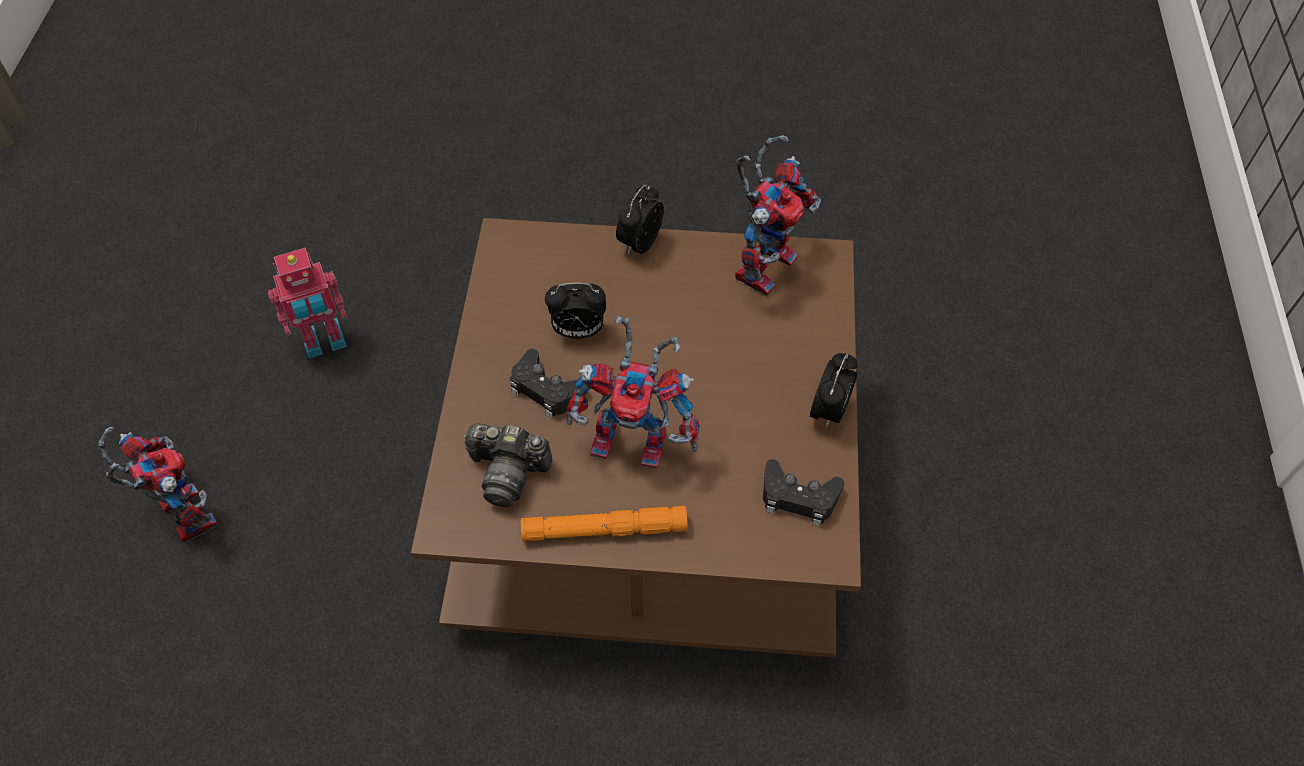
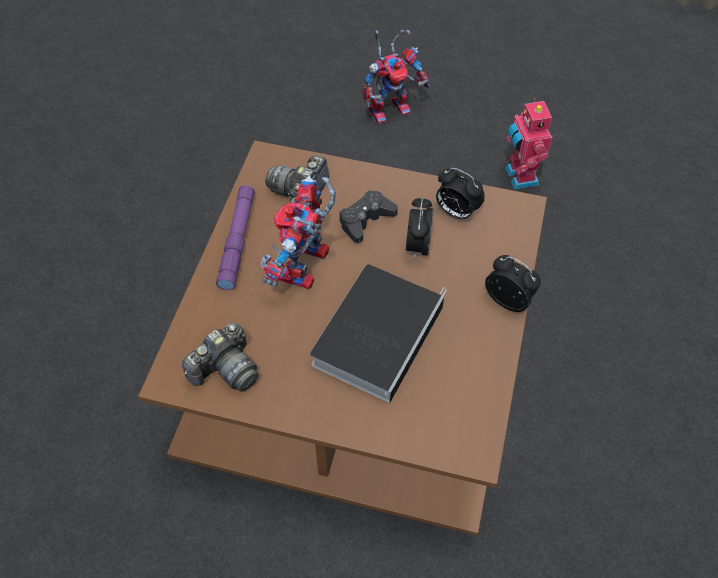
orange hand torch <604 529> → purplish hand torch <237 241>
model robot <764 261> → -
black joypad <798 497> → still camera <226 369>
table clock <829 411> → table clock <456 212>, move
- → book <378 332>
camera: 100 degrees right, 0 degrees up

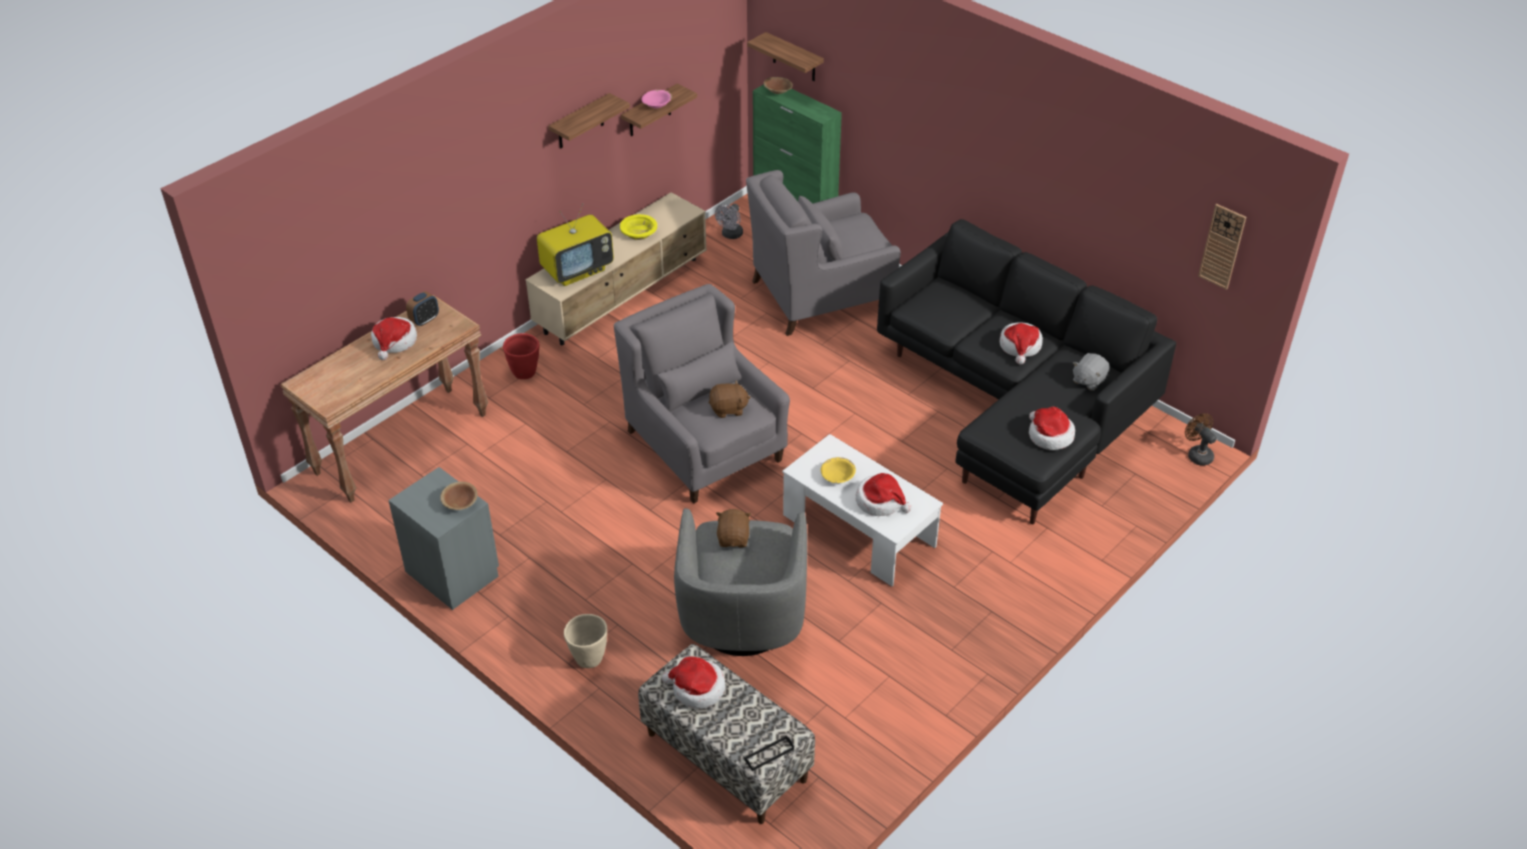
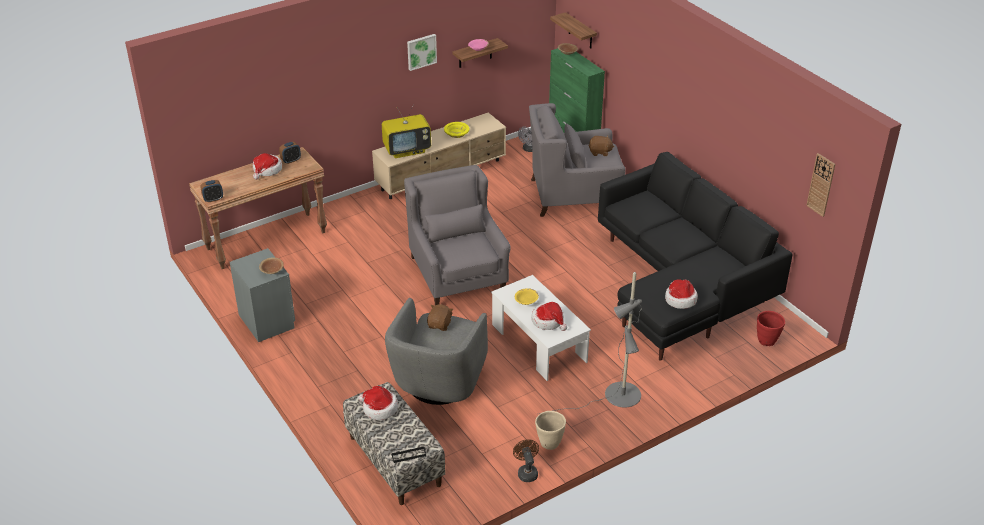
red-coloured plant pot <525 373> → red-coloured plant pot <767 341>, move
wall shelf <580 122> → wall picture <421 51>
beige-coloured plant pot <588 659> → beige-coloured plant pot <549 443>, move
brownish cuddly toy <728 409> → brownish cuddly toy <600 152>, move
clothing hat <1020 347> → -
greyish cuddly toy <1088 380> → -
brownish electric fan <1197 454> → brownish electric fan <526 472>, move
- → table clock <213 199>
- → greyish floor lamp <615 397>
camera: 15 degrees right, 5 degrees down

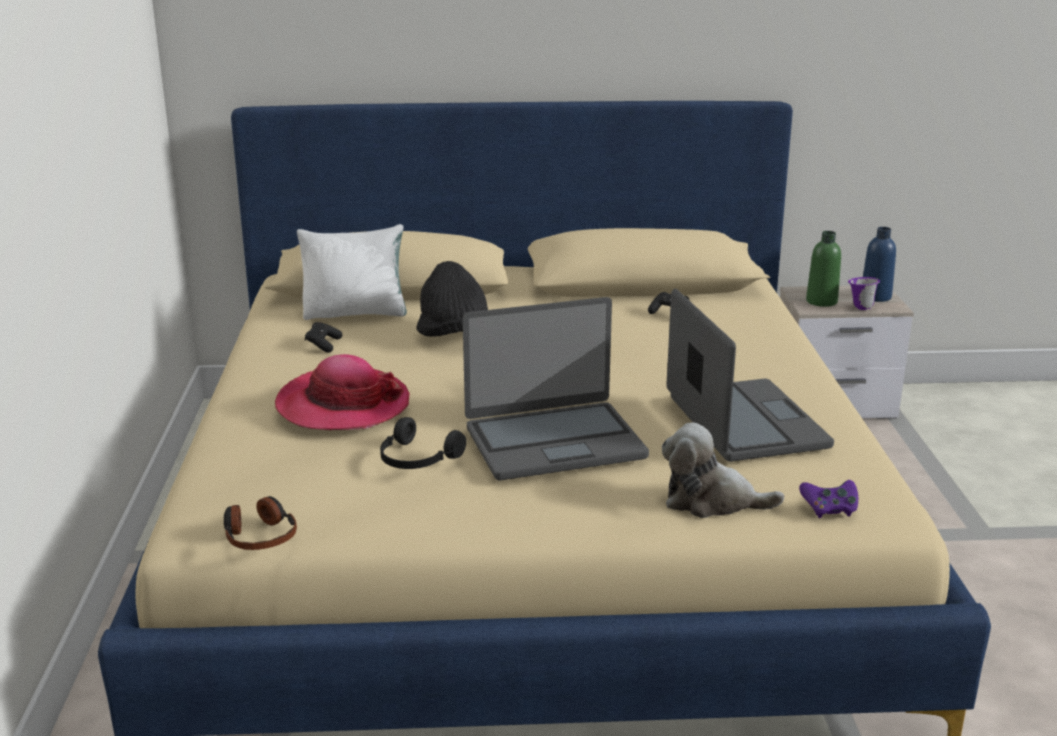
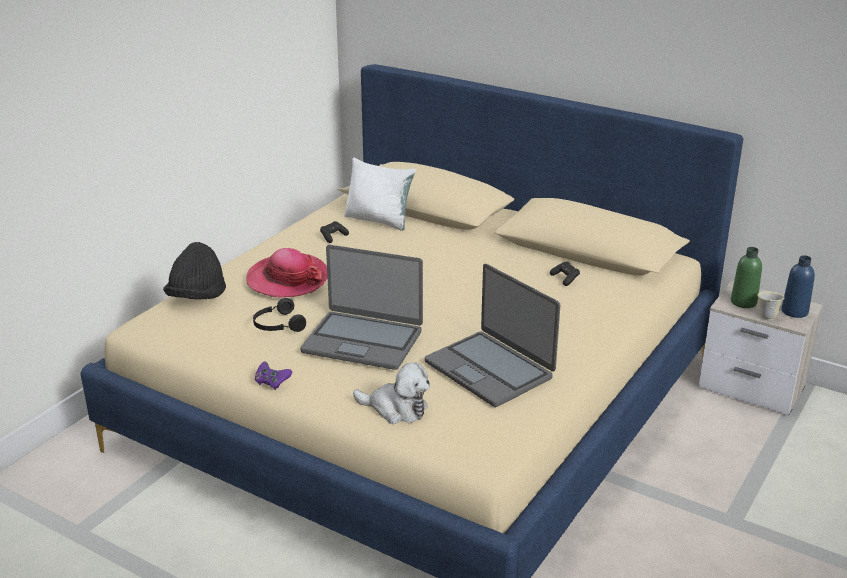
pair of headphones <259 536> → -
black clothing hat <455 337> → black clothing hat <197 298>, move
cuddly toy <711 501> → cuddly toy <396 409>, 150 degrees clockwise
notebook computer <744 423> → notebook computer <490 369>, 120 degrees clockwise
purplish joypad <829 510> → purplish joypad <272 383>, move
purplish tea mug <860 308> → beige-coloured tea mug <766 316>
camera: 35 degrees right, 5 degrees up

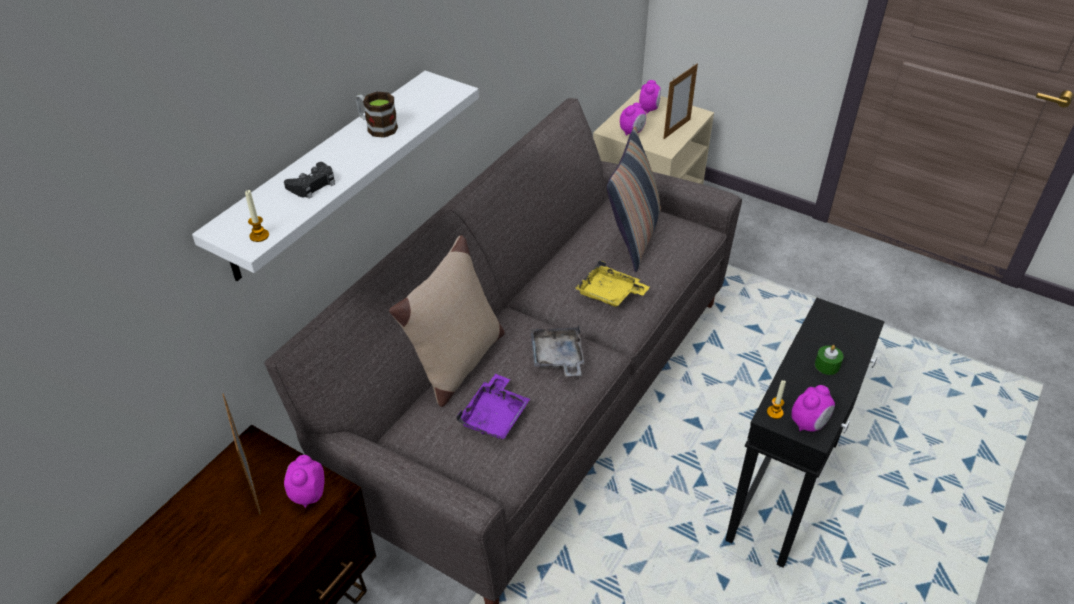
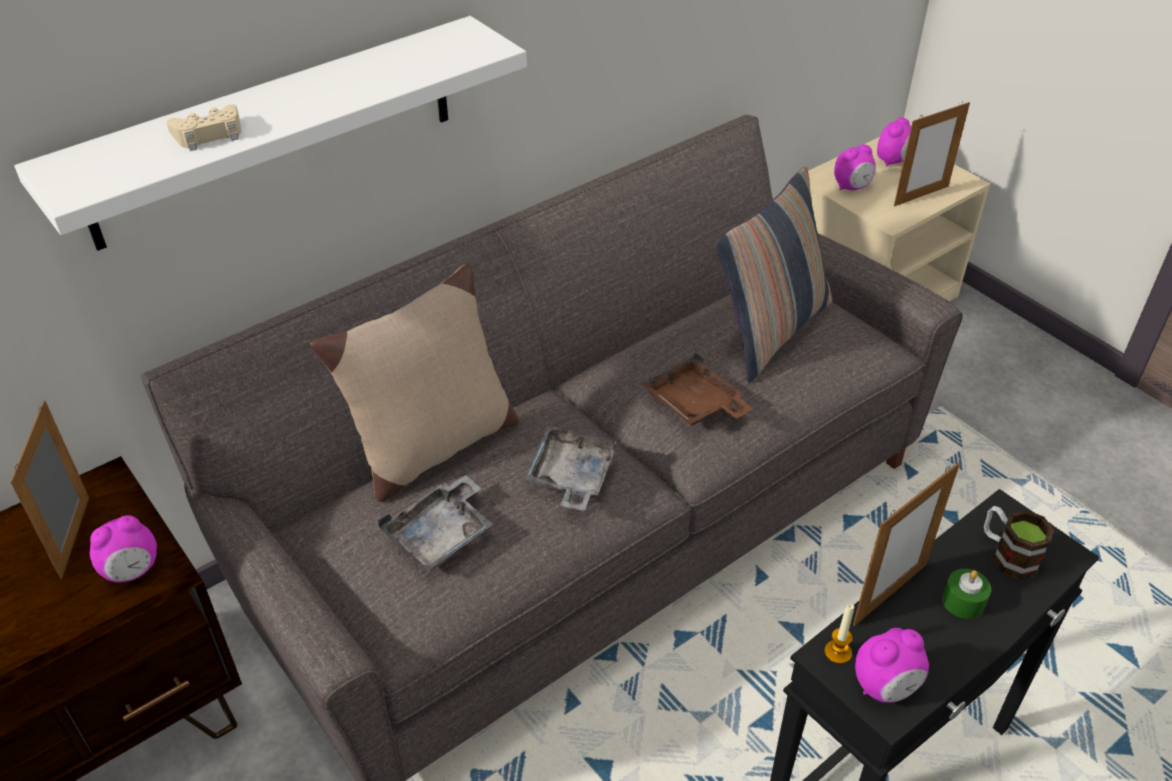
candle <259 236> → -
black joypad <312 185> → beige-coloured joypad <209 134>
table clock <308 494> → table clock <132 571>, 150 degrees counterclockwise
tea mug <377 127> → tea mug <1007 554>, move
purplish serving tray <495 416> → greyish serving tray <441 535>
yellowish serving tray <610 293> → brownish serving tray <695 404>
- → picture frame <890 594>
camera: 20 degrees right, 0 degrees up

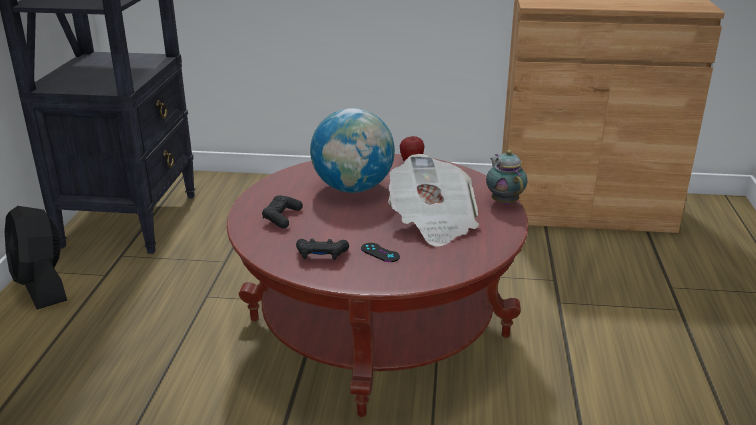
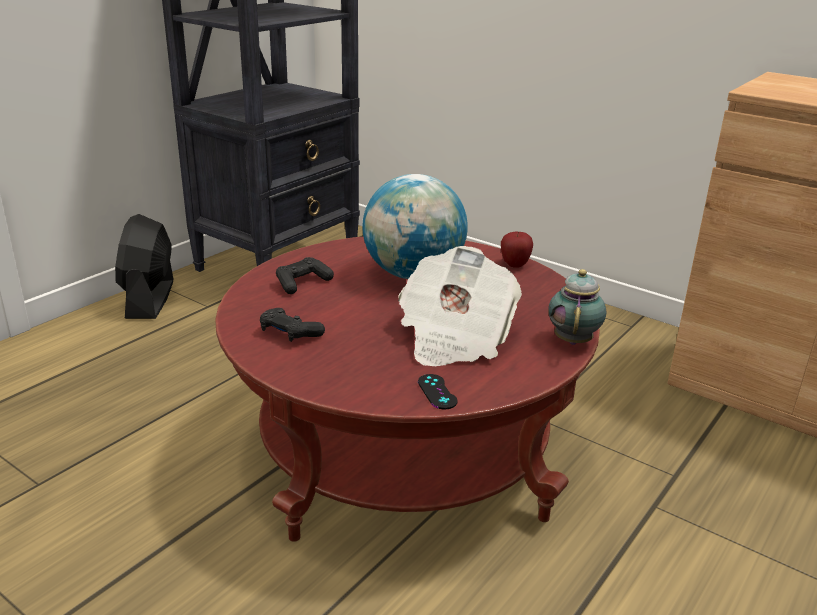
black joypad <380 253> → black joypad <437 392>, move
camera: 30 degrees right, 0 degrees up

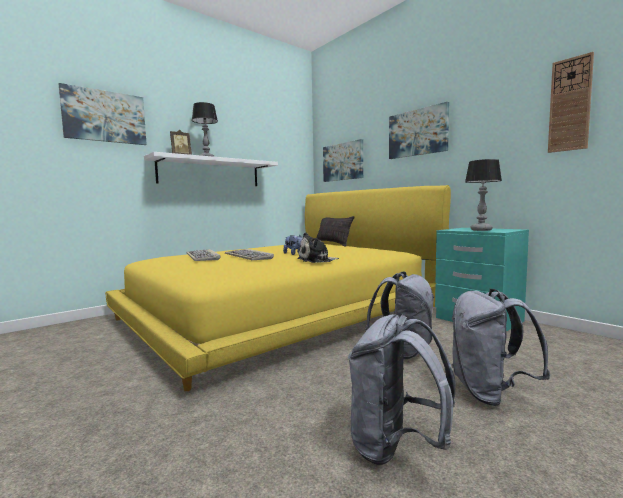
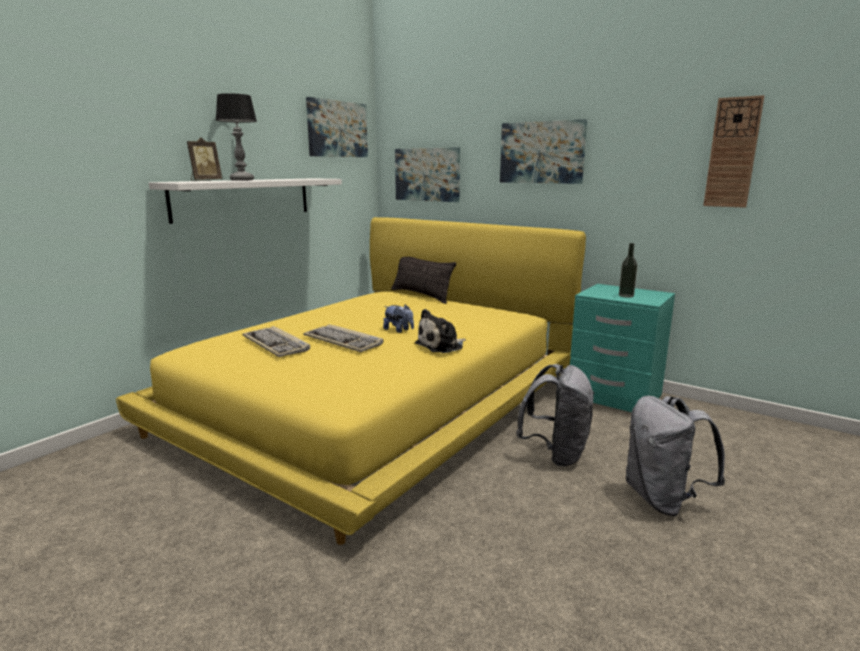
wall picture <105 116> → wall picture <337 129>, move
greyish rucksack <396 447> → -
tabletop lamp <480 230> → drink bottle <626 296>
camera: 15 degrees left, 10 degrees up

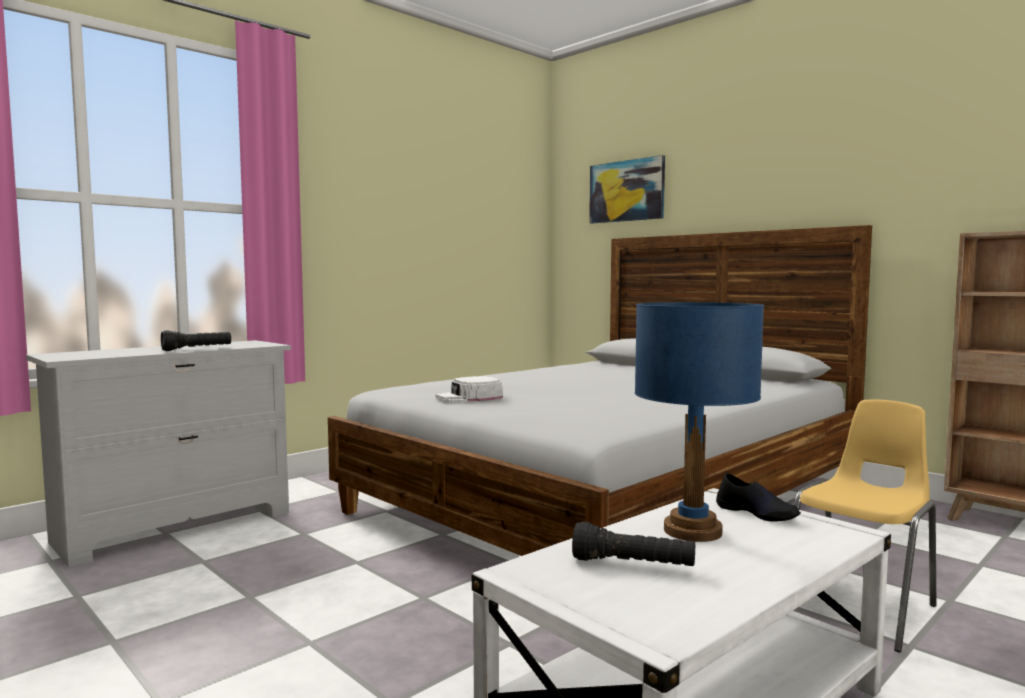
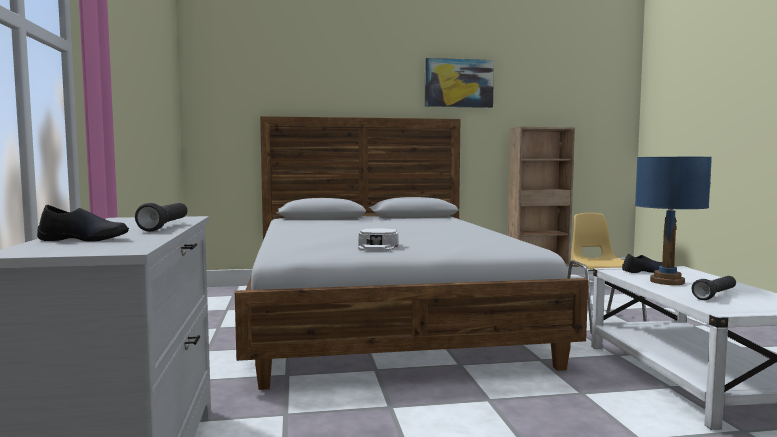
wall picture <626 191> → wall picture <458 83>, move
- → black shoe <84 239>
camera: 55 degrees left, 0 degrees up

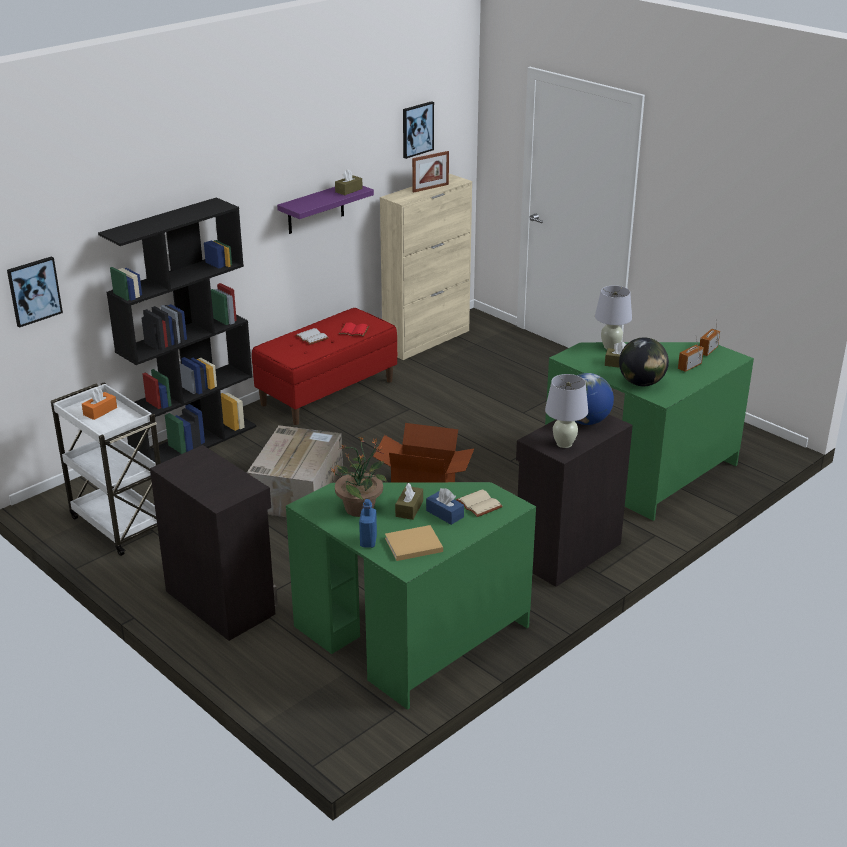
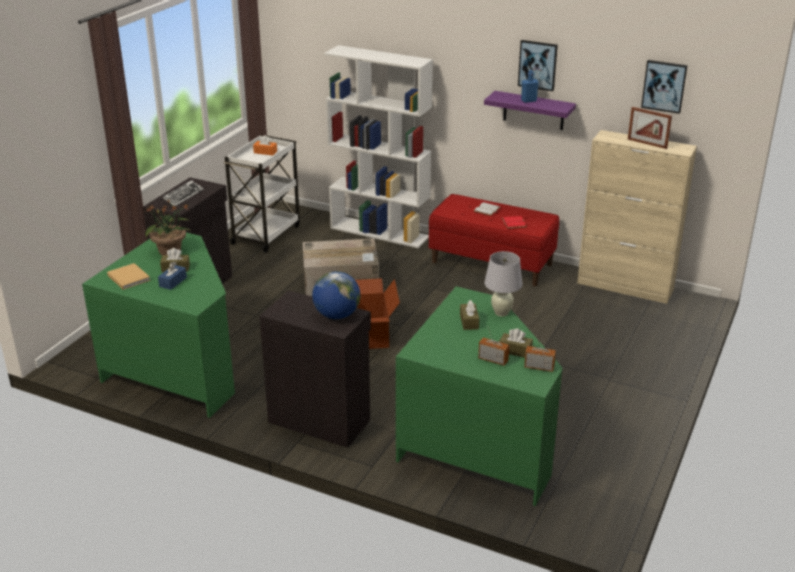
wall picture <34 291> → wall picture <538 65>, move
black bookshelf <194 442> → whitish bookshelf <380 232>
brownish tissue holder <348 190> → brownish tissue holder <515 351>, move
blue-coloured drink bottle <368 541> → blue-coloured drink bottle <528 100>, move
beige-coloured book <477 504> → -
whitish tabletop lamp <564 444> → -
world globe <641 383> → -
- → computer keyboard <183 196>
camera: 70 degrees right, 0 degrees up

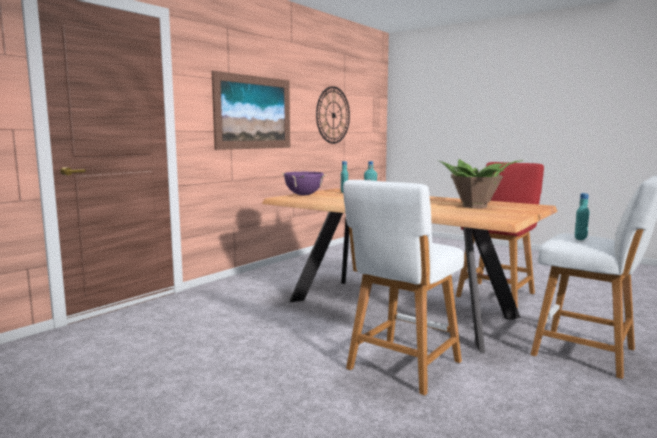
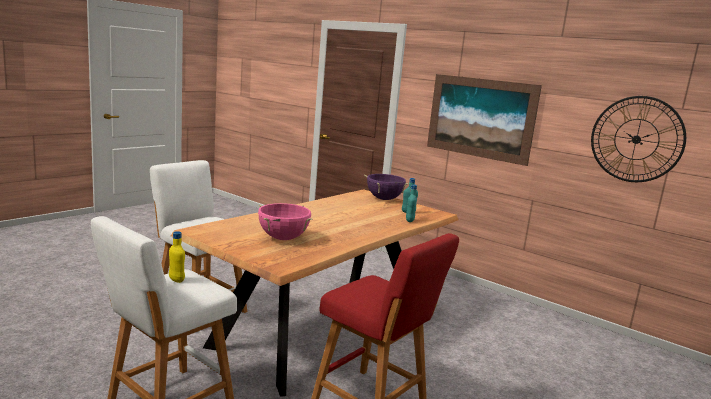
houseplant <475 206> → pink-coloured saucepot <283 238>
turquoise-coloured drink bottle <580 239> → yellowish drink bottle <176 280>
camera: 90 degrees right, 5 degrees up

